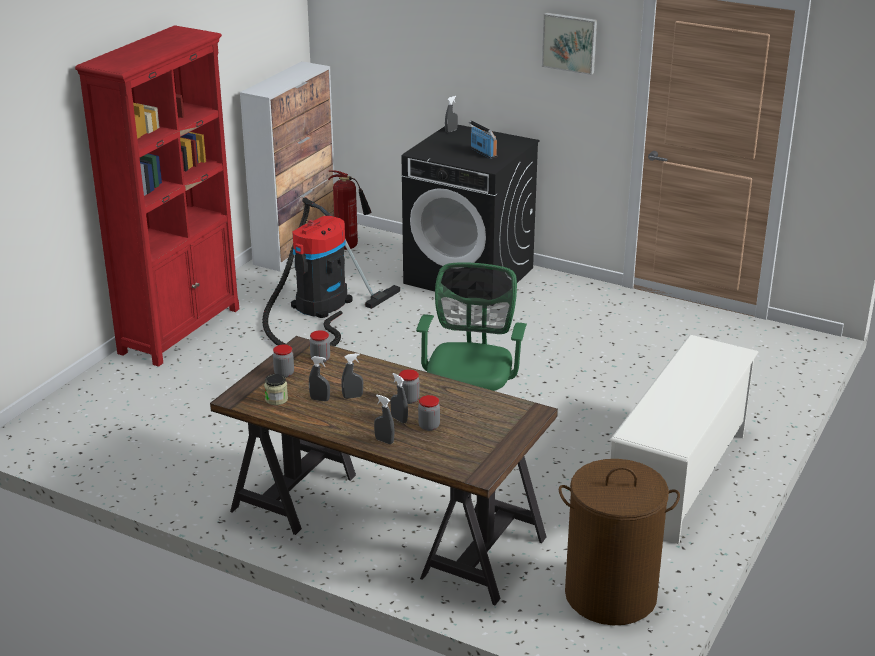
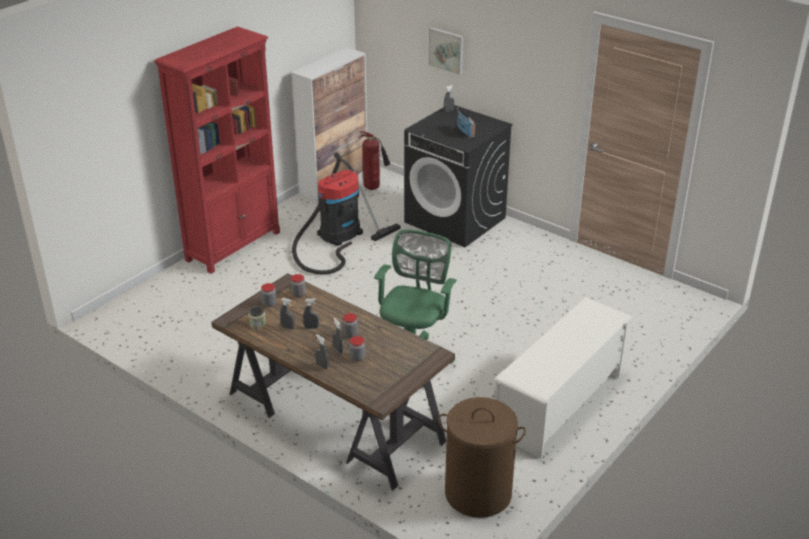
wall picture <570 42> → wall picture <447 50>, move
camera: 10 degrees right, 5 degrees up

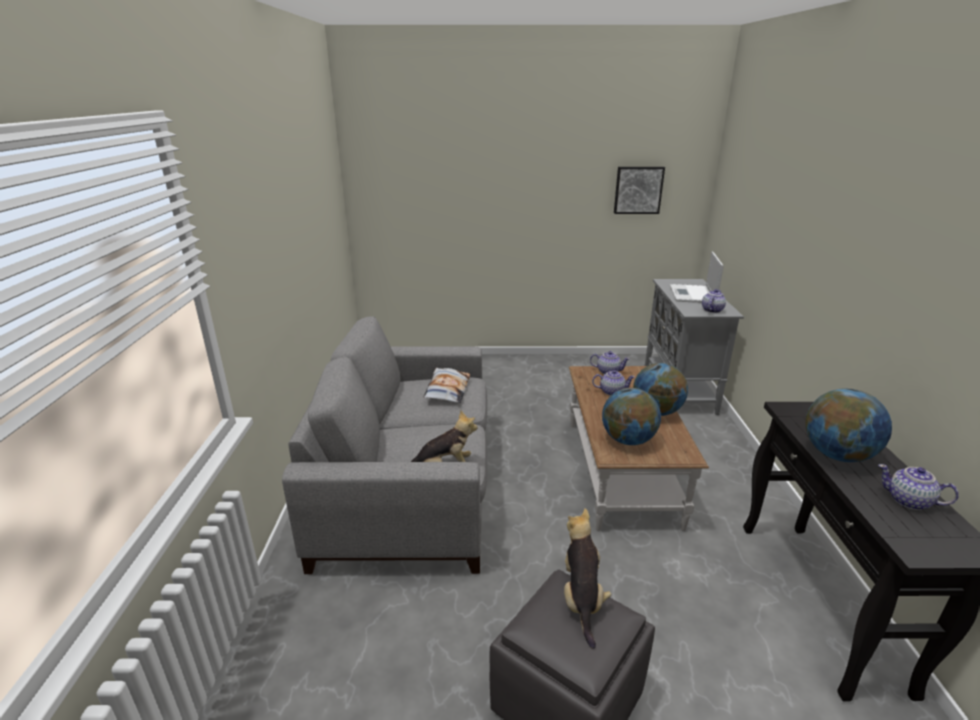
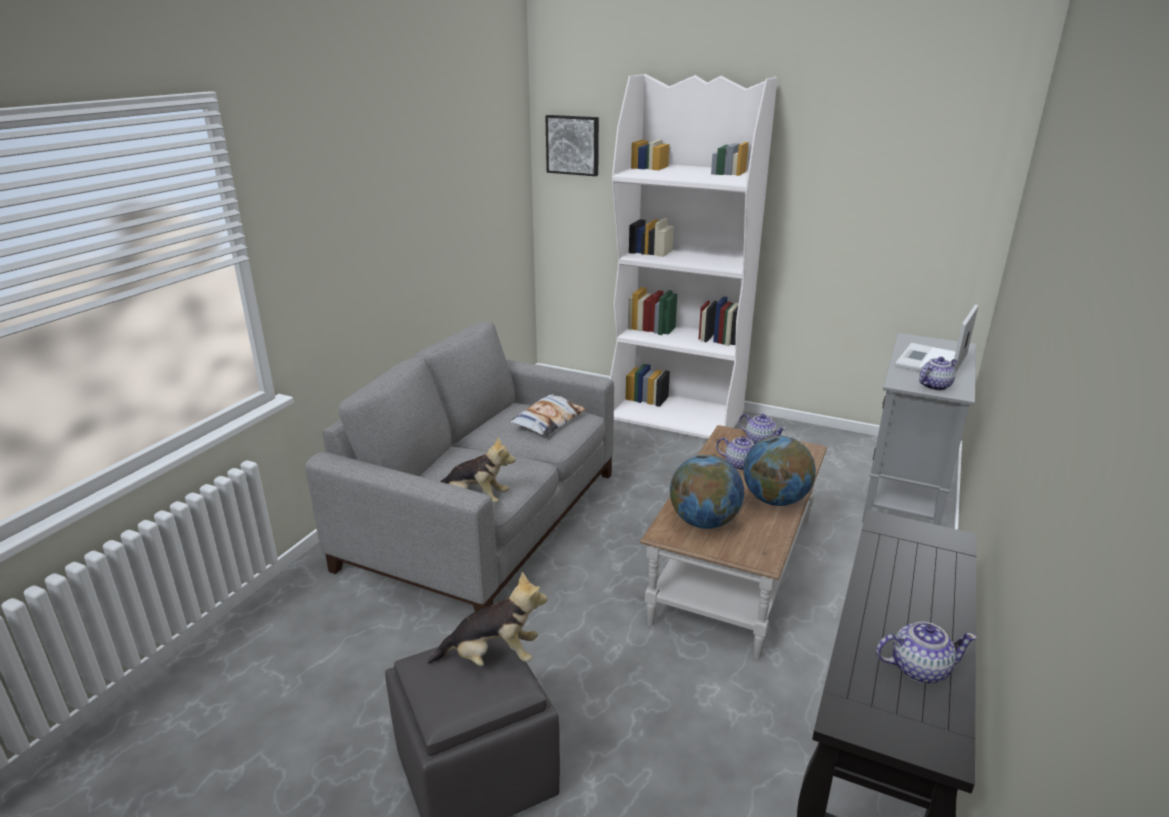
cuddly toy <581 598> → cuddly toy <492 657>, 60 degrees clockwise
wall picture <638 190> → wall picture <573 145>, move
world globe <837 455> → -
pot for tea <909 501> → pot for tea <918 668>, 120 degrees clockwise
- → whitish bookshelf <677 416>
camera: 25 degrees right, 0 degrees up

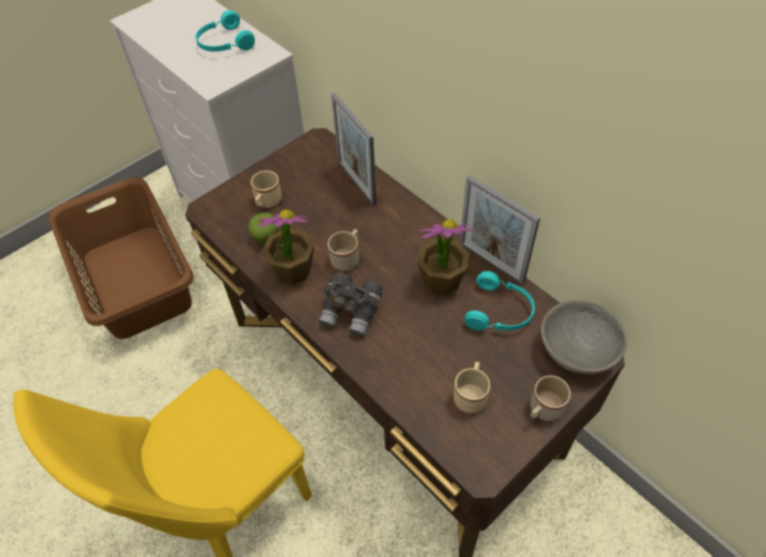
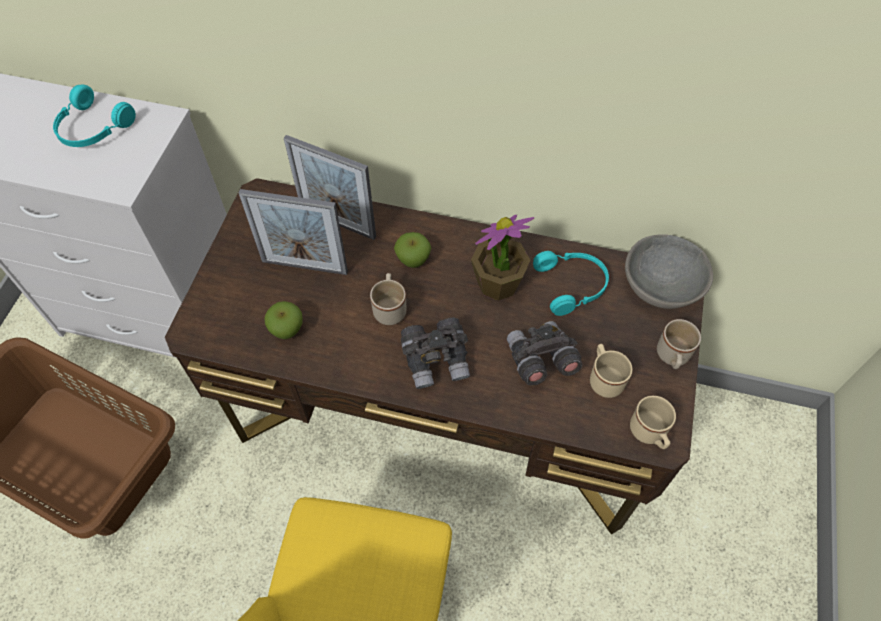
beige-coloured tea mug <267 202> → beige-coloured tea mug <649 434>, move
houseplant <292 270> → -
picture frame <491 263> → picture frame <304 266>, move
- → apple fruit <413 260>
- → greyish pair of binoculars <540 361>
camera: 35 degrees left, 5 degrees up

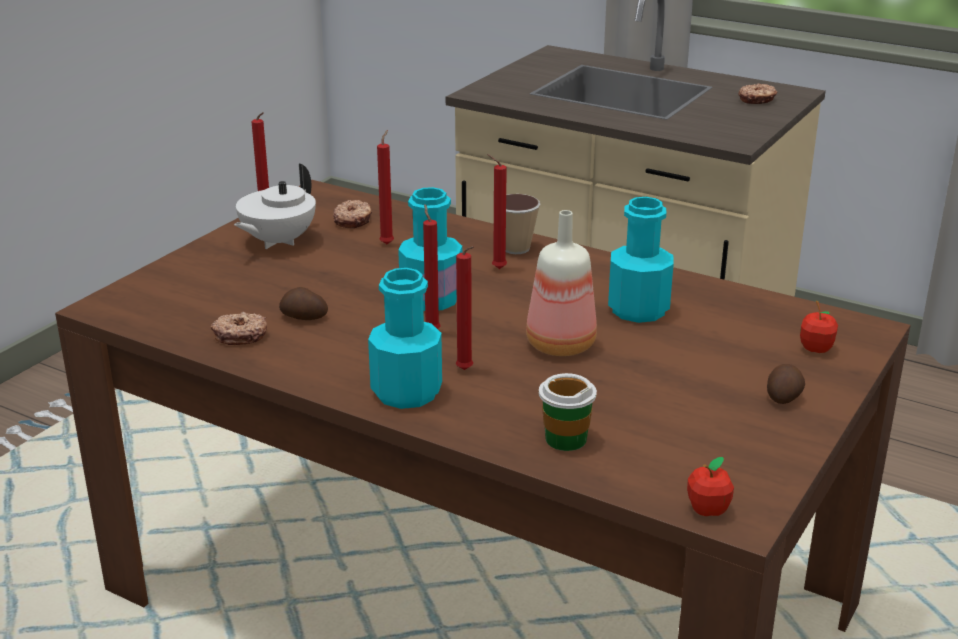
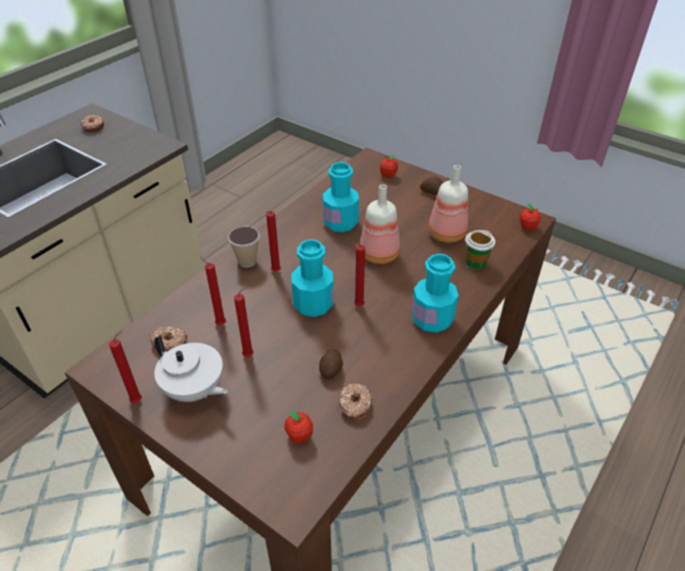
red-coloured candle <466 371> → red-coloured candle <250 355>, move
- → apple fruit <299 436>
- → drink bottle <446 235>
camera: 85 degrees left, 15 degrees up

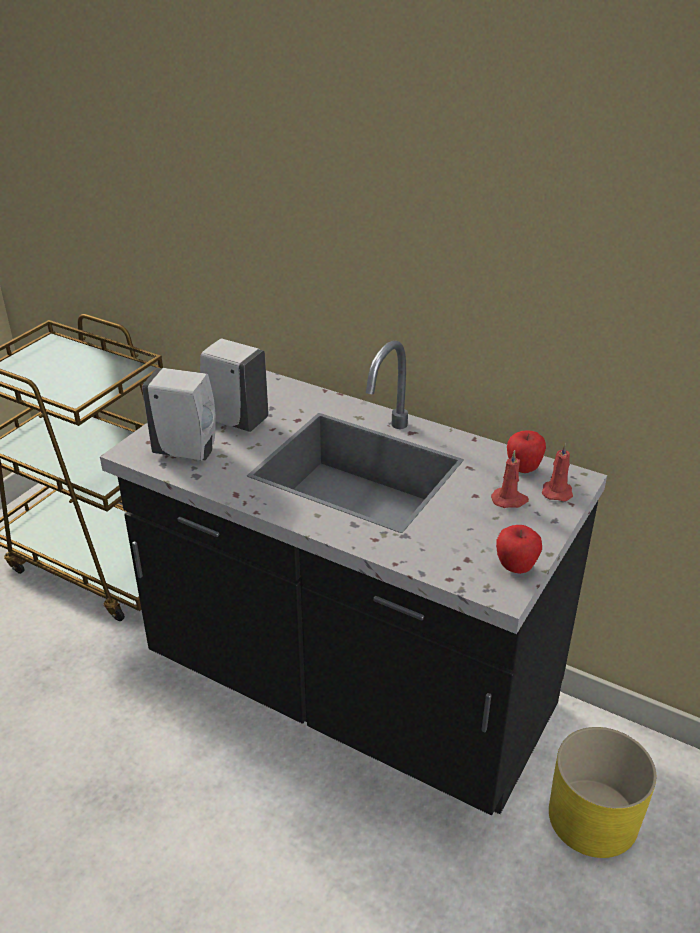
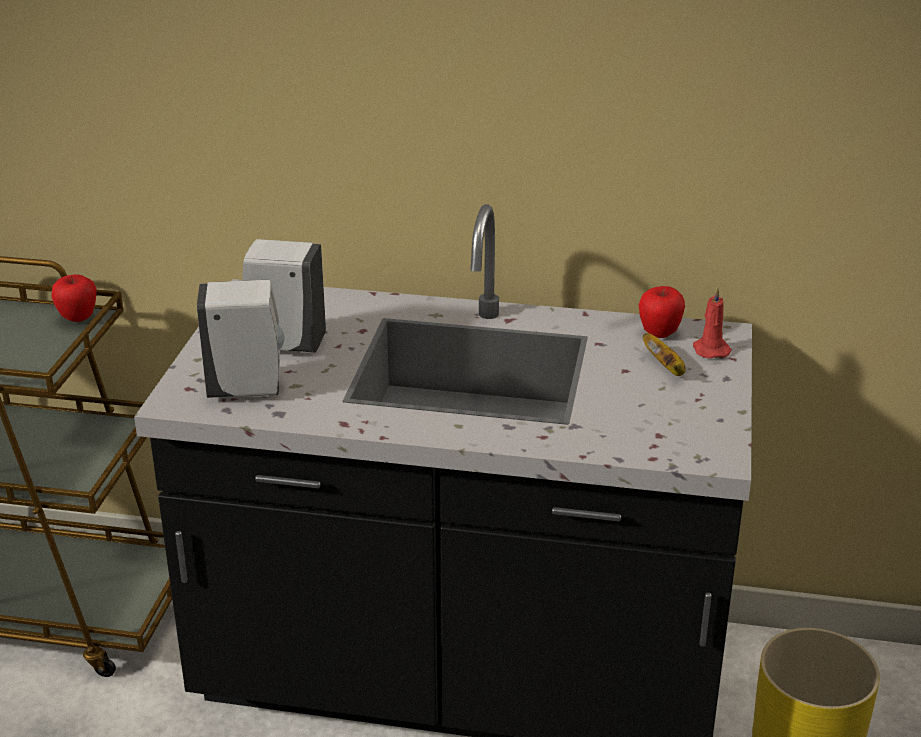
red-coloured candle <509 500> → banana <665 367>
apple fruit <516 567> → apple fruit <78 318>, move
camera: 20 degrees left, 5 degrees down

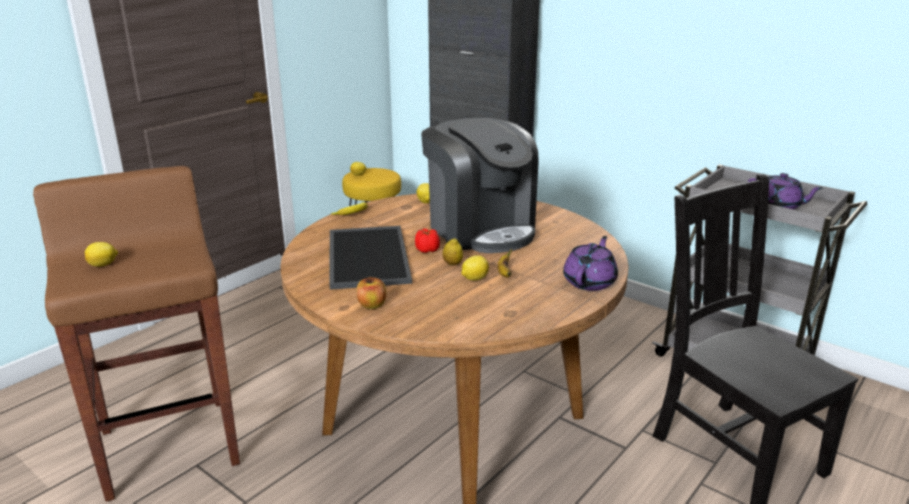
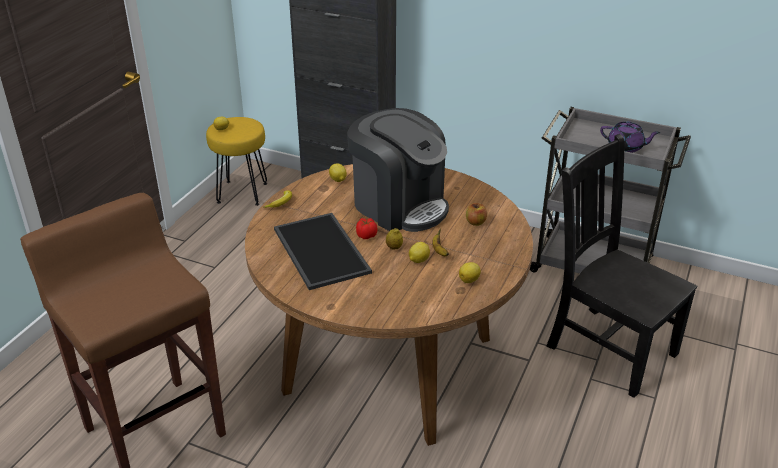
whole lemon <103 265> → whole lemon <469 280>, move
apple fruit <372 305> → apple fruit <475 222>, move
purplish pot for tea <590 282> → -
camera: 15 degrees left, 10 degrees up

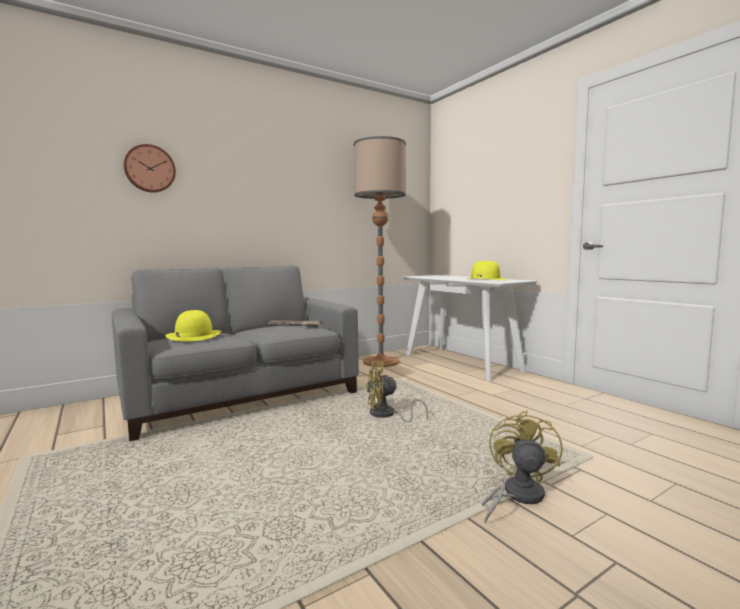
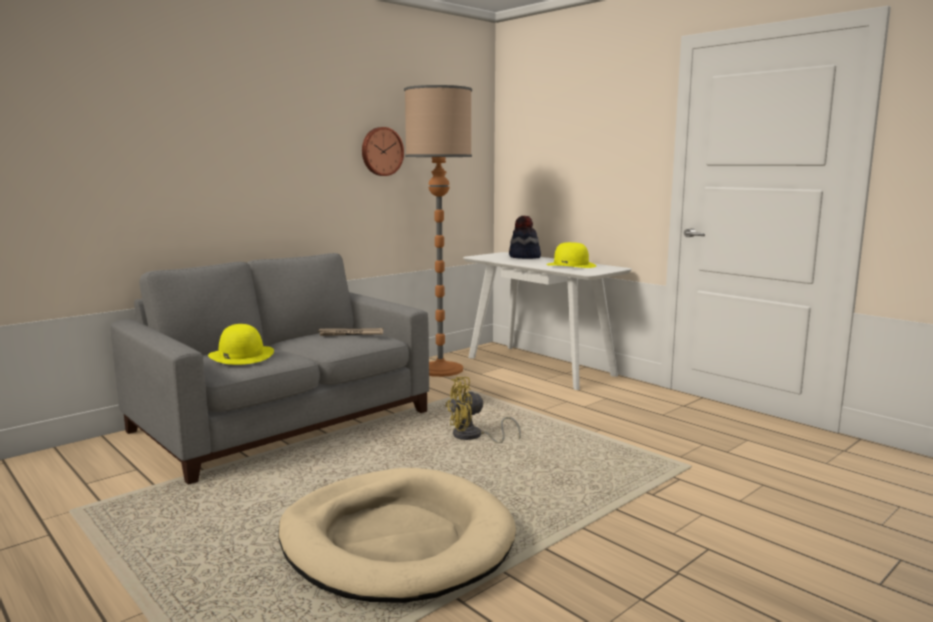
clock on the wall <149 169> → clock on the wall <381 151>, move
yellowish electric fan <517 496> → -
- → beige-coloured pet bed <396 541>
- → clothing hat <524 257>
camera: 10 degrees left, 5 degrees up

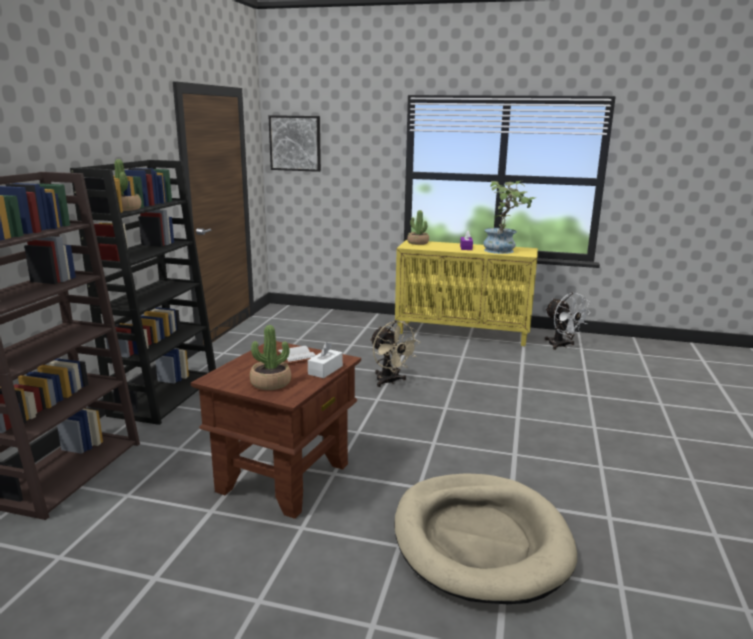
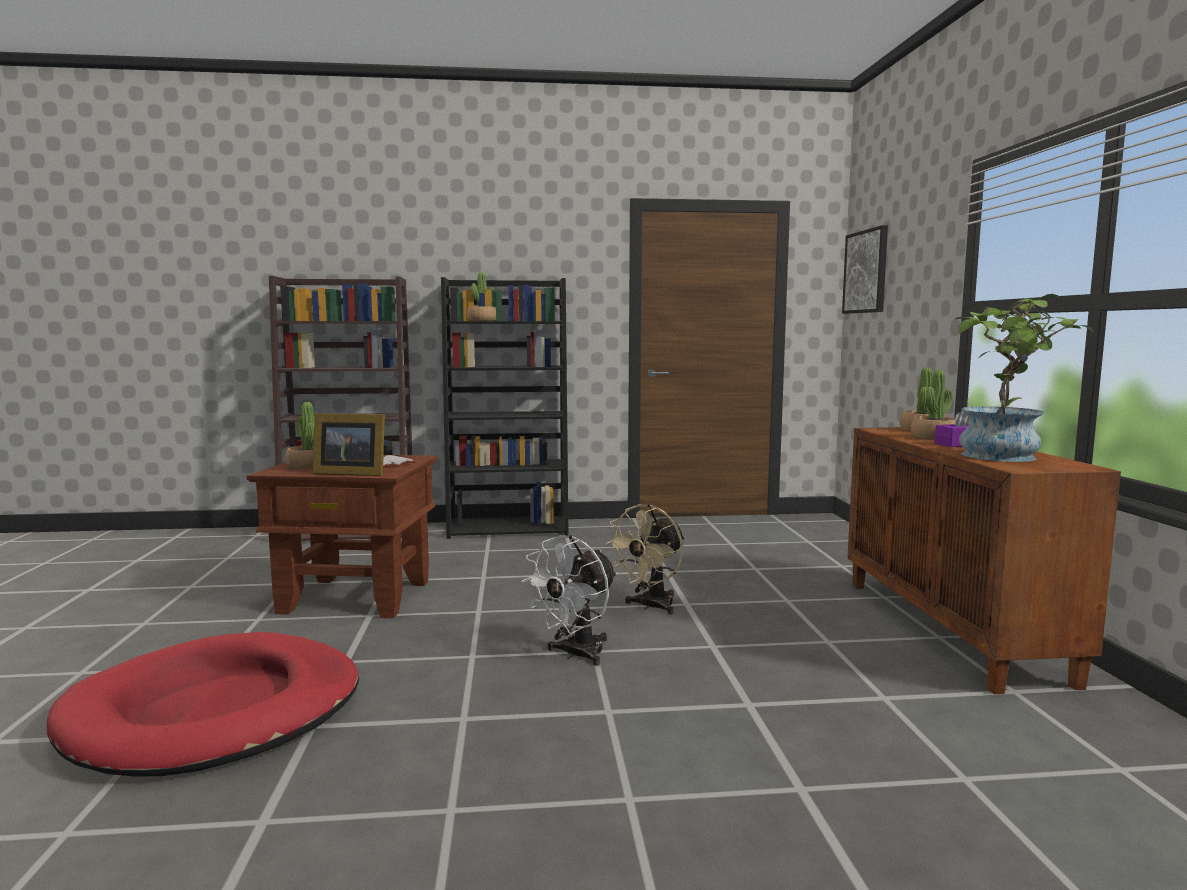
whitish tissue holder <325 370> → picture frame <349 473>
beige-coloured pet bed <480 540> → red-coloured pet bed <216 712>
yellowish storage cabinet <463 333> → brownish storage cabinet <952 630>
whitish electric fan <561 346> → whitish electric fan <576 655>, move
- → houseplant <934 437>
camera: 70 degrees right, 10 degrees down

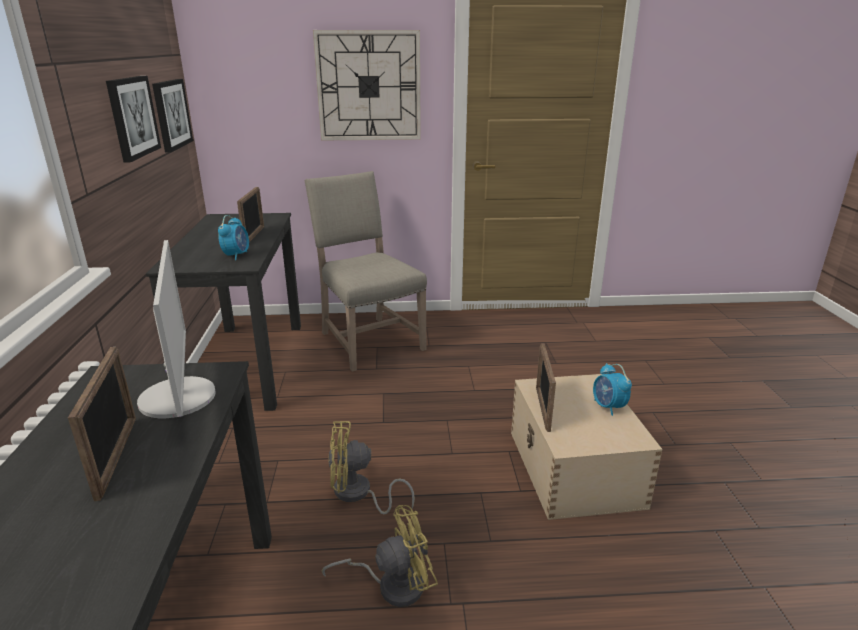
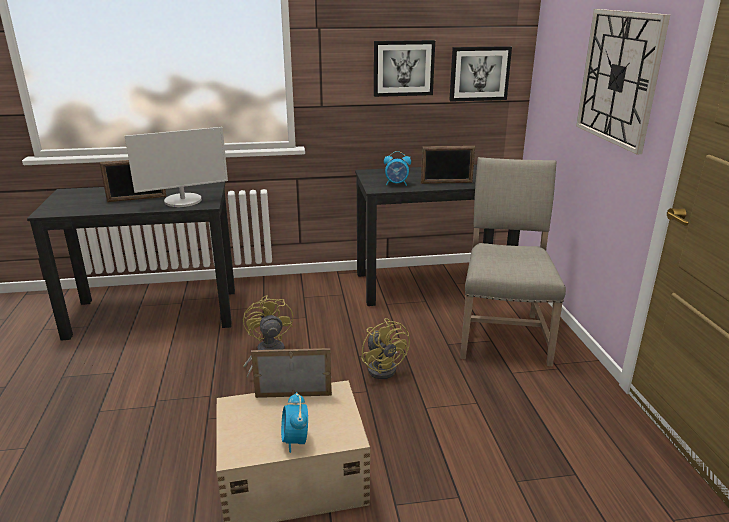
beige-coloured chair <368 340> → beige-coloured chair <502 334>, 45 degrees counterclockwise
yellowish electric fan <392 585> → yellowish electric fan <384 367>, move
table clock <608 407> → table clock <295 441>, 75 degrees counterclockwise
camera: 85 degrees right, 0 degrees up

